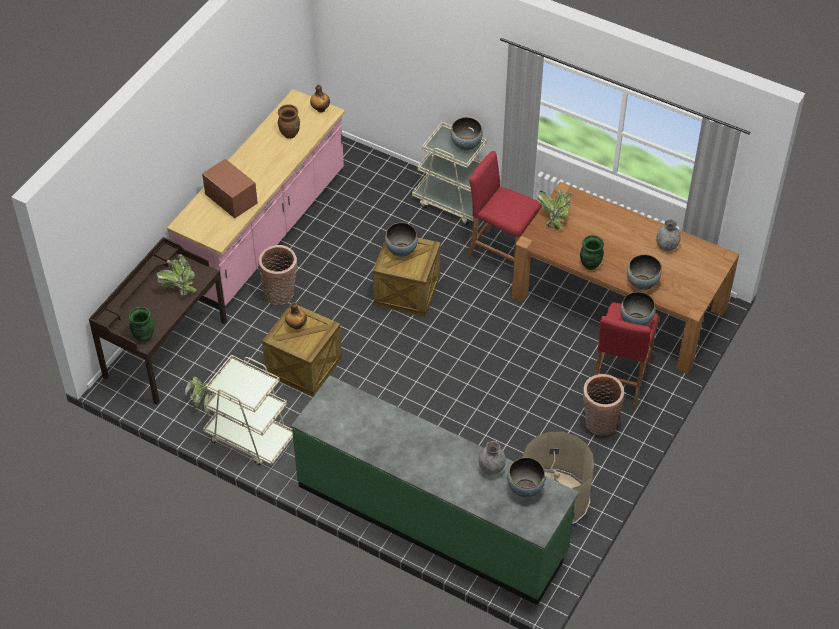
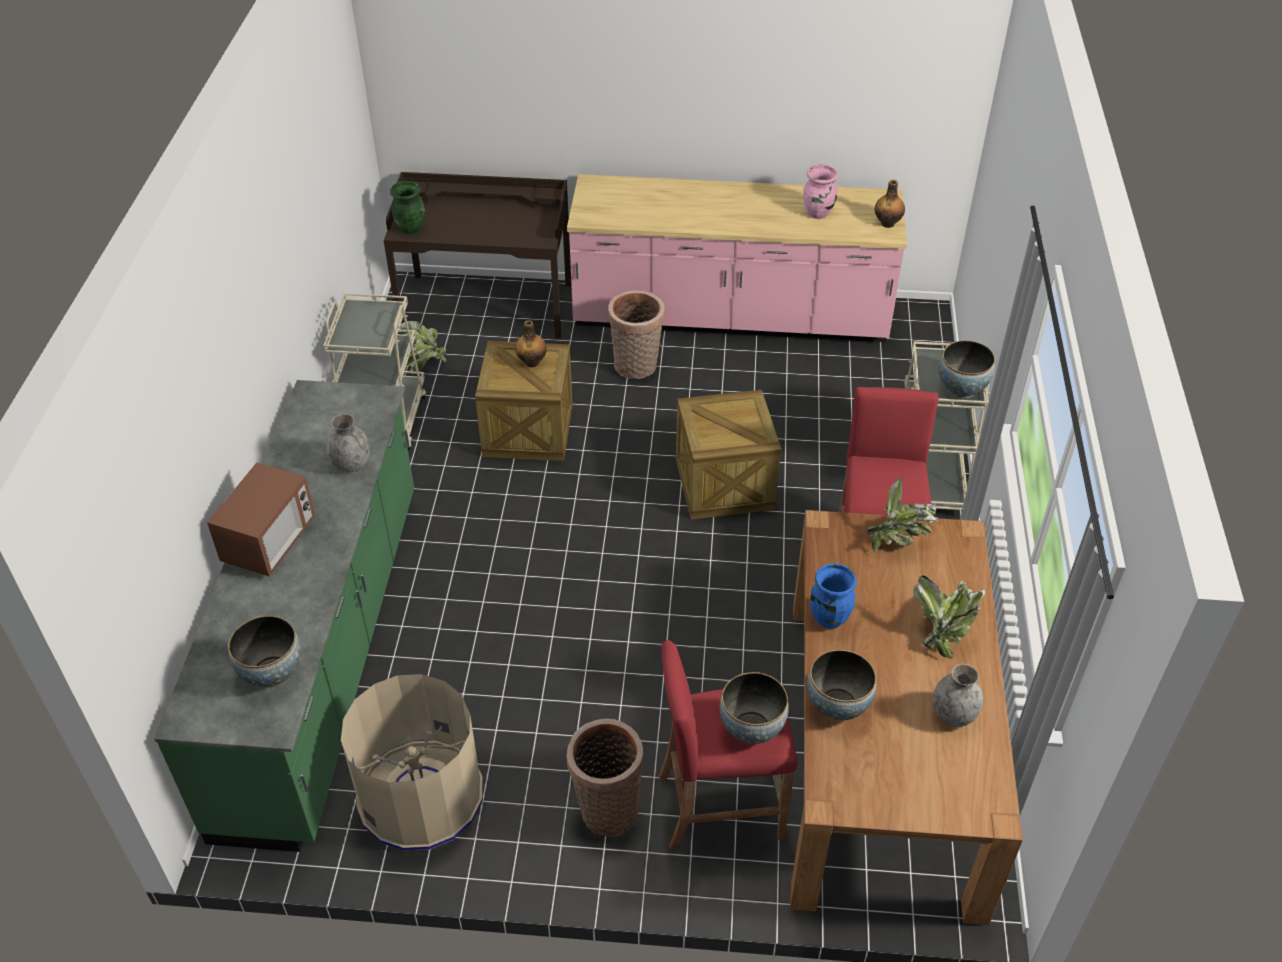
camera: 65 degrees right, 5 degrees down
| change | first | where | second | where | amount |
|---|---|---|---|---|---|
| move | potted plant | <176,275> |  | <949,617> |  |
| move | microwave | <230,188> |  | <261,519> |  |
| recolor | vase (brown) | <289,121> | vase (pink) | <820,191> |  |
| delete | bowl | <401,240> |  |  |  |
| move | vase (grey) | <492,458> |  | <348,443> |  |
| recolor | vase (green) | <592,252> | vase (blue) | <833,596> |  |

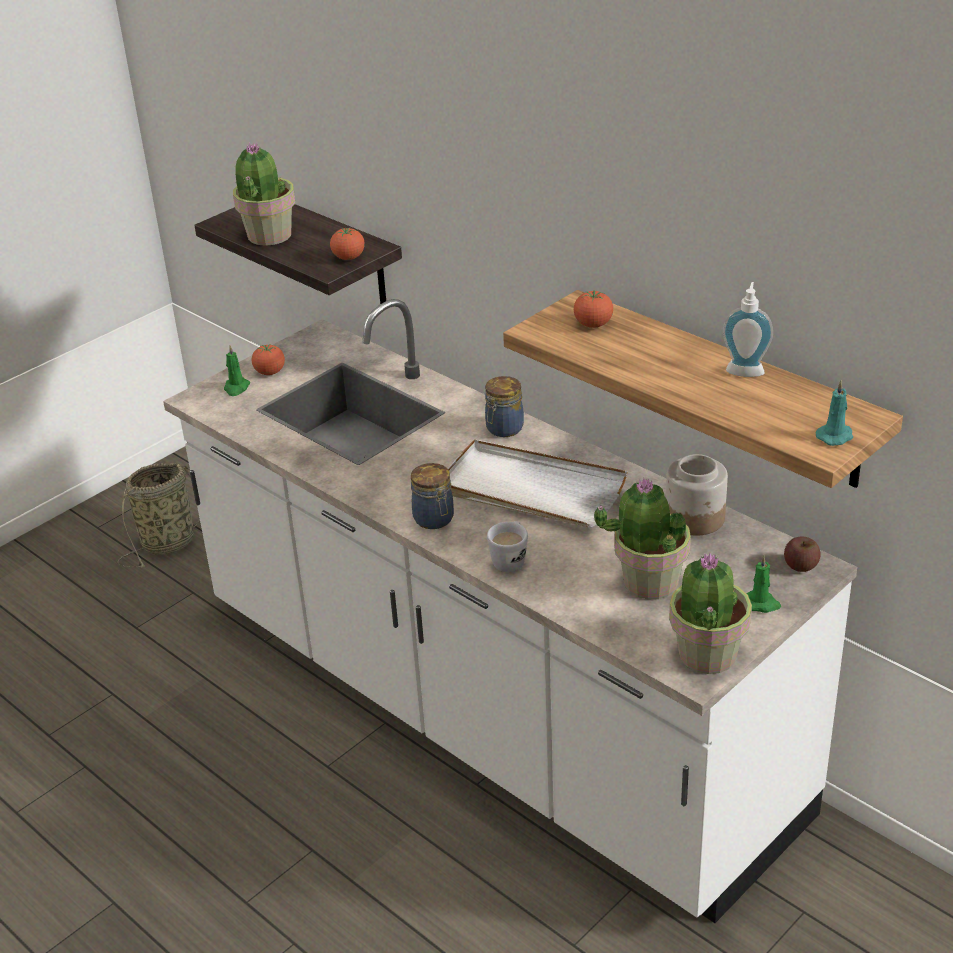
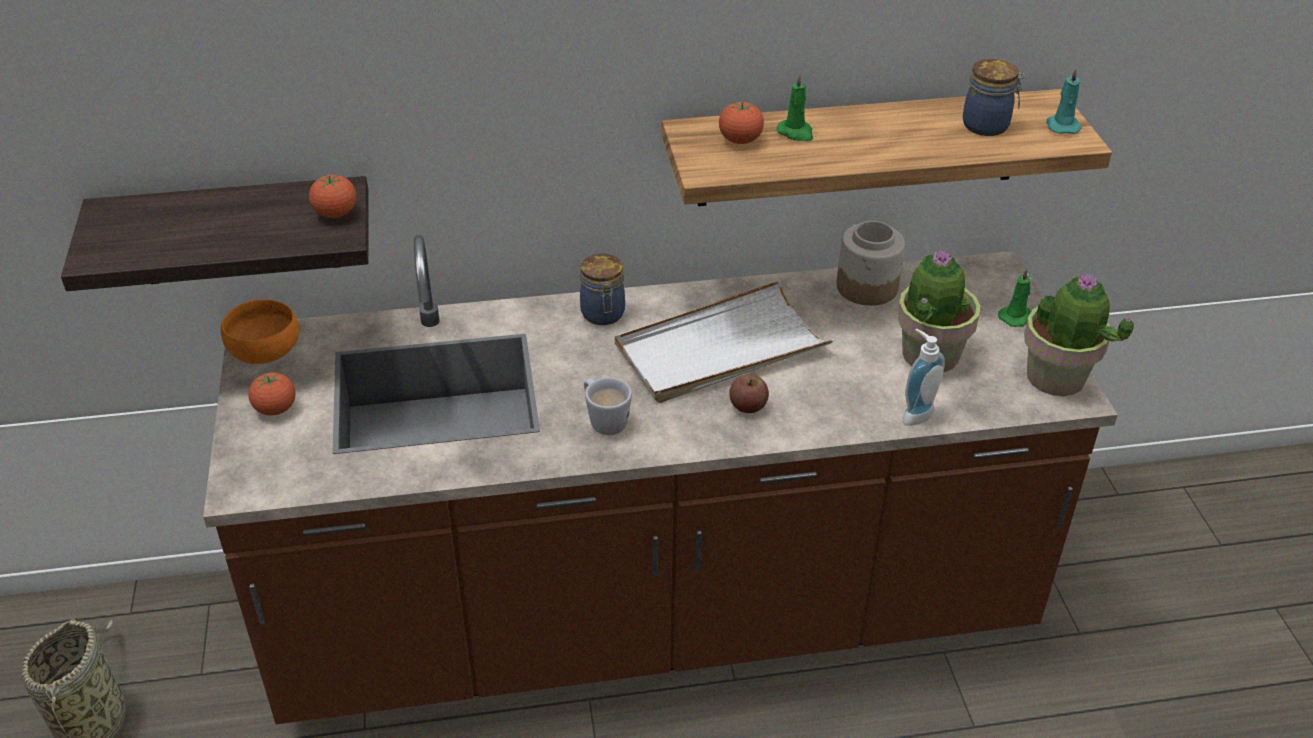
camera: 55 degrees left, 5 degrees up
| change | first | where | second | where | amount |
|---|---|---|---|---|---|
| recolor | counter (white) | <510,611> | counter (brown) | <660,479> |  |
| move | candle (green) | <237,370> |  | <794,107> |  |
| delete | potted plant | <264,194> |  |  |  |
| move | jar | <432,496> |  | <994,97> |  |
| move | mug (white) | <507,546> |  | <608,406> |  |
| move | soap dispenser | <748,329> |  | <923,377> |  |
| move | apple | <802,554> |  | <749,393> |  |
| insert |  |  | bowl (orange) | <260,331> |  |

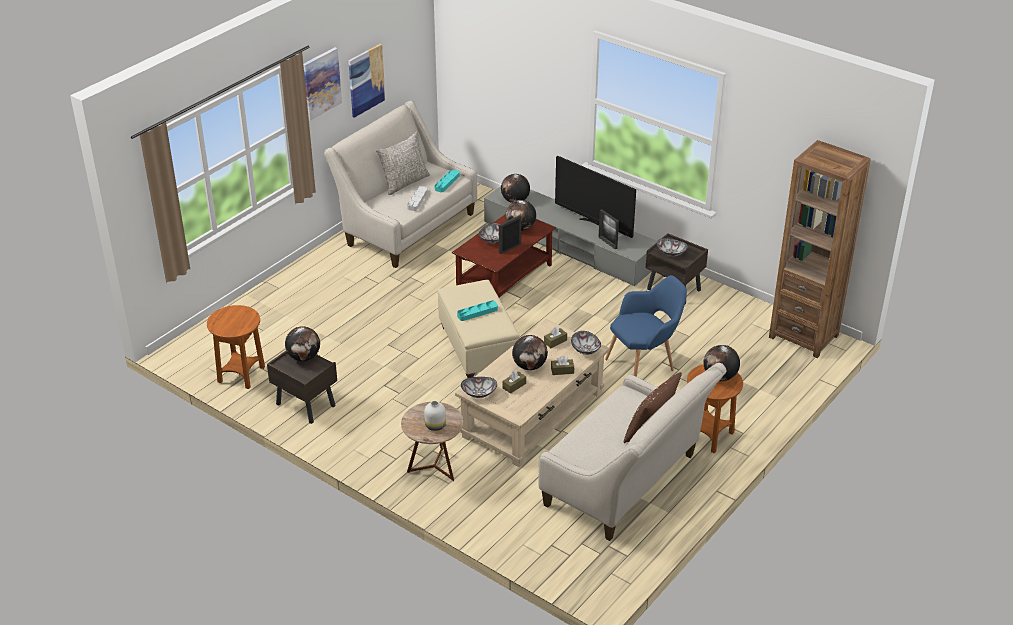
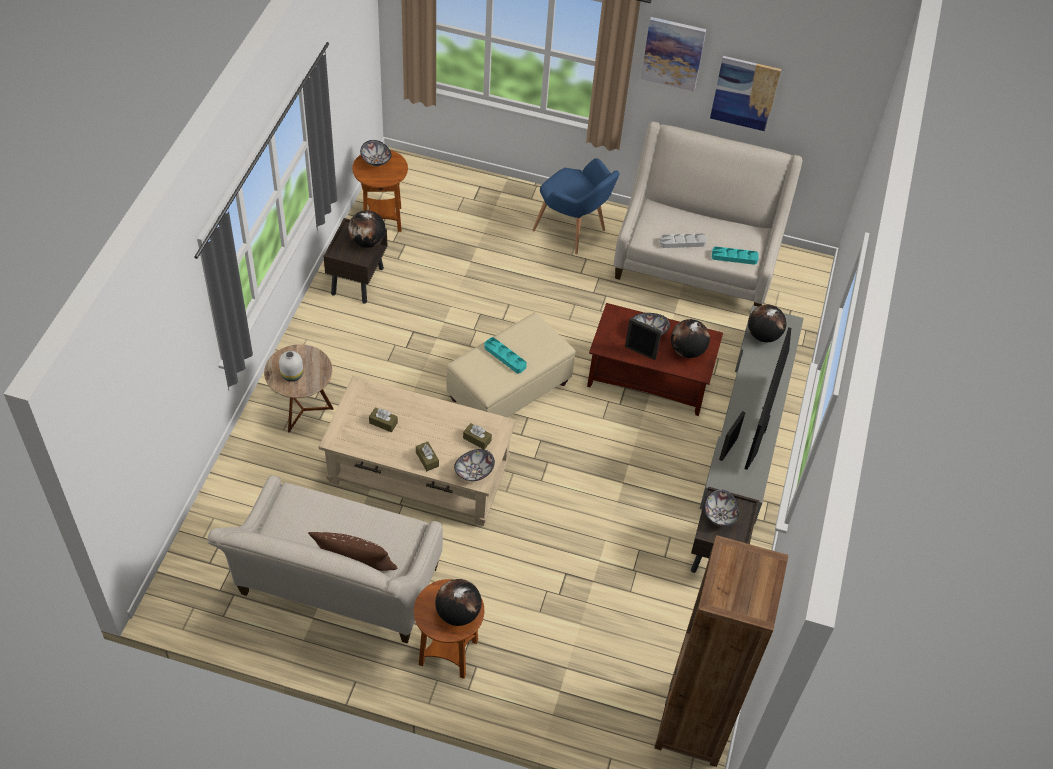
camera: 65 degrees right, 15 degrees up
| change | first | where | second | where | amount |
|---|---|---|---|---|---|
| delete | pillow (grey) | <403,163> |  |  |  |
| move | bowl | <479,387> |  | <375,153> |  |
| delete | globe | <530,352> |  |  |  |
| move | armchair (blue) | <646,326> |  | <576,206> |  |

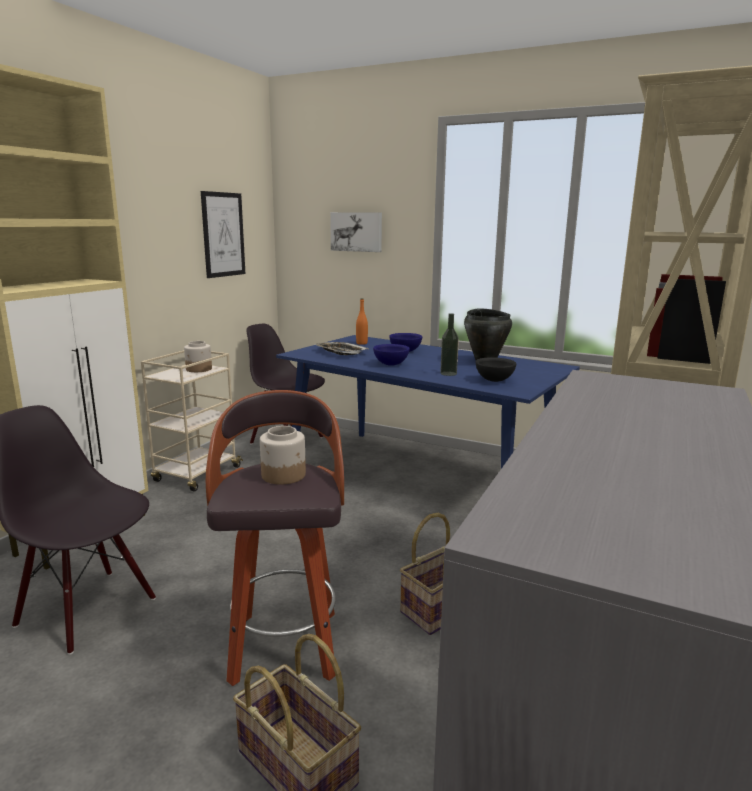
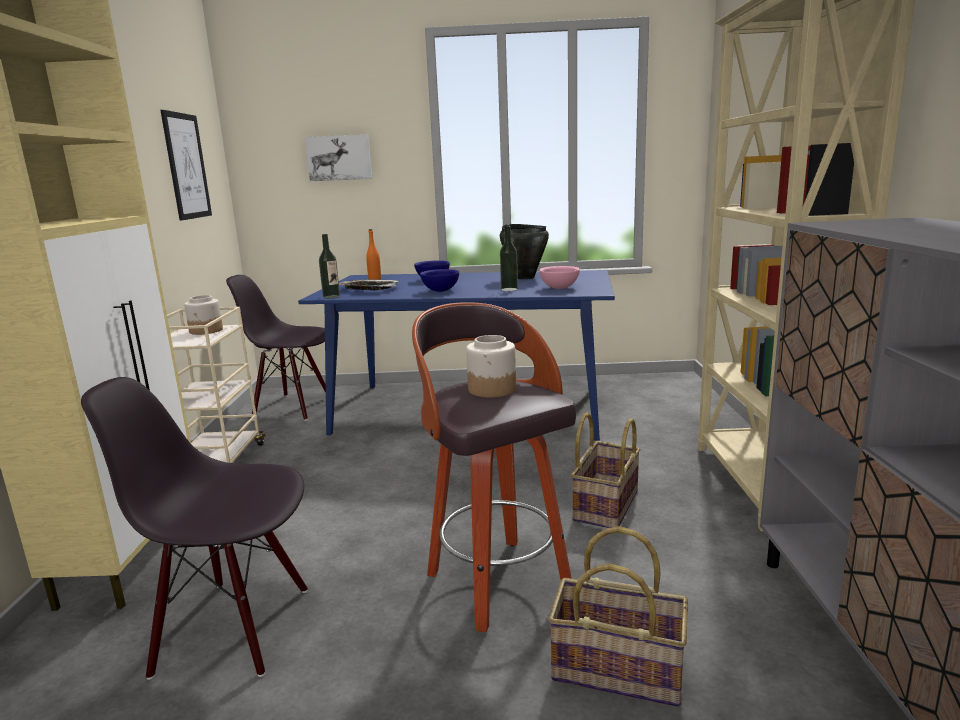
camera: 25 degrees left, 0 degrees up
| change | first | where | second | where | amount |
|---|---|---|---|---|---|
| recolor | bowl (black) | <496,369> | bowl (pink) | <559,277> |  |
| insert |  |  | bottle | <329,266> |  |

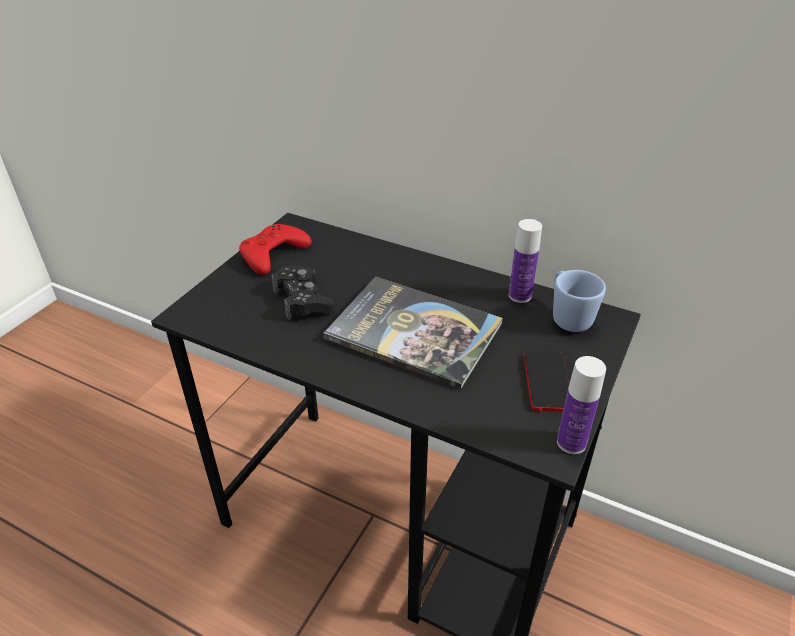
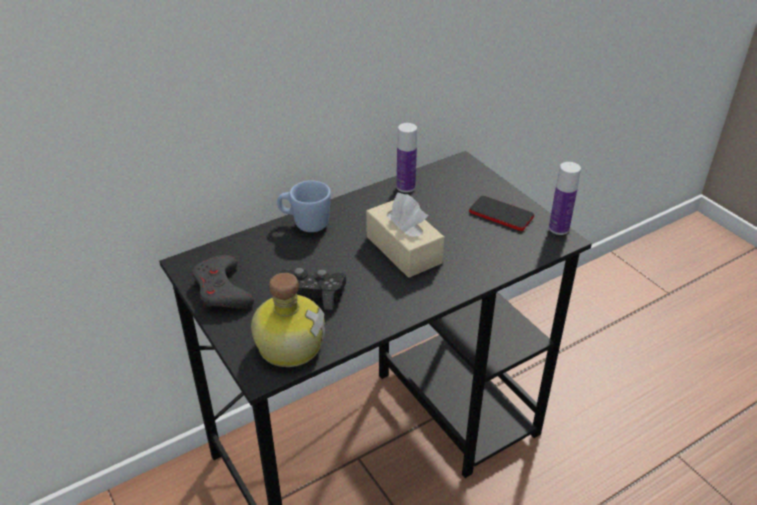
camera: 60 degrees left, 0 degrees up
| change | first | where | second | where | amount |
|---|---|---|---|---|---|
| recolor | game controller (red) | <275,249> | game controller (grey) | <223,282> |  |
| replace | book | <413,333> | tissue box (beige) | <405,235> |  |
| move | mug (blue) | <579,301> |  | <304,206> |  |
| insert |  |  | bottle | <288,320> |  |

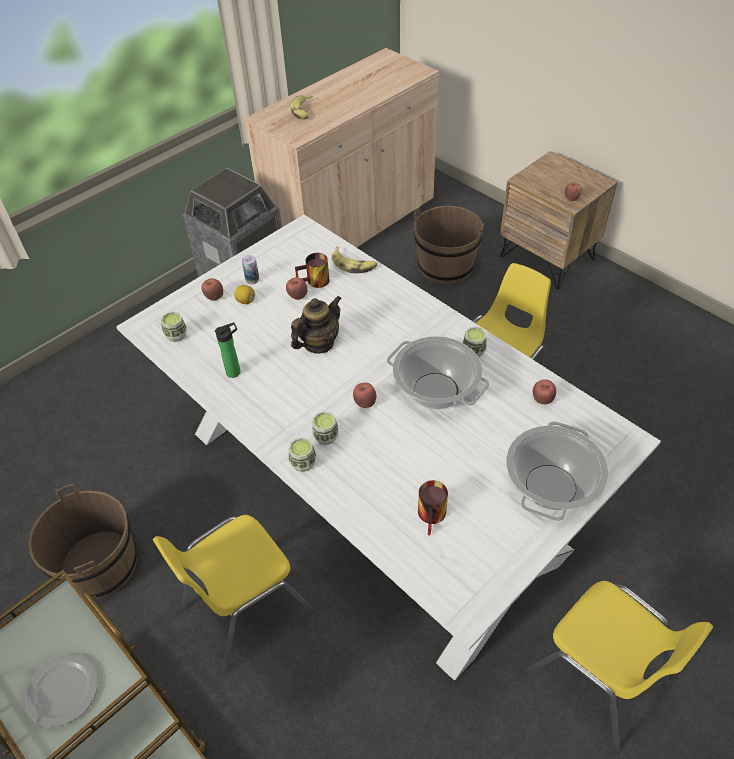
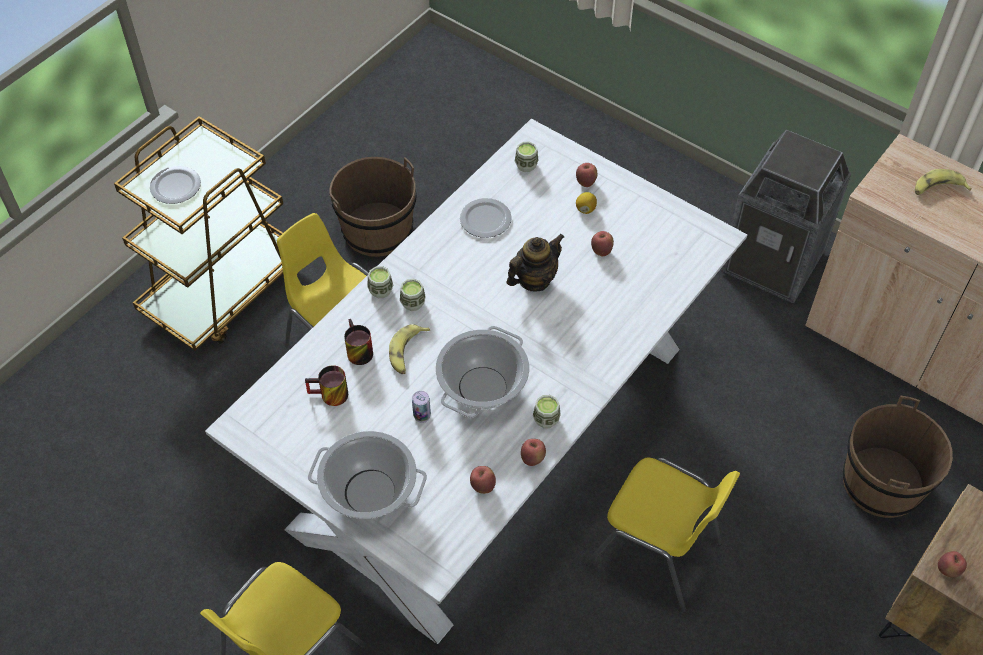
camera: 80 degrees right, 5 degrees up
| change | first | where | second | where | amount |
|---|---|---|---|---|---|
| replace | bottle | <228,350> | plate | <486,218> |  |
| move | can | <250,269> |  | <421,407> |  |
| rotate | teapot | <316,325> |  | <535,262> | 75 degrees counterclockwise |
| move | mug | <312,270> |  | <358,342> |  |
| move | banana | <354,260> |  | <409,349> |  |
| move | apple | <364,395> |  | <533,452> |  |

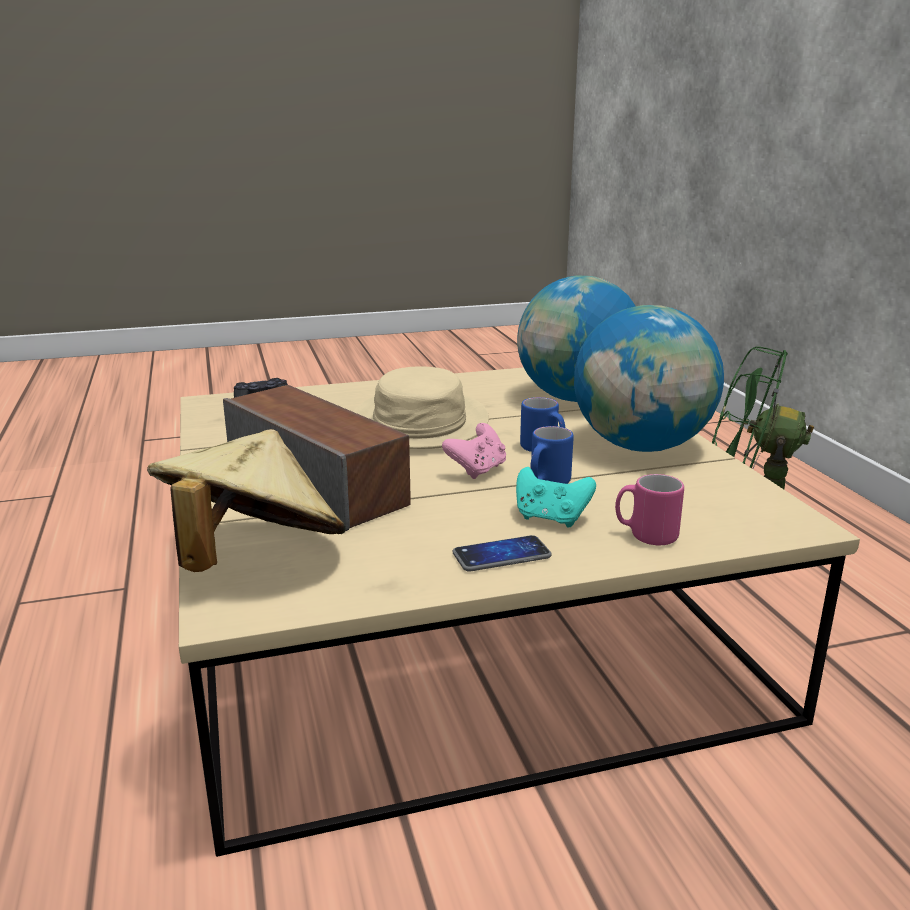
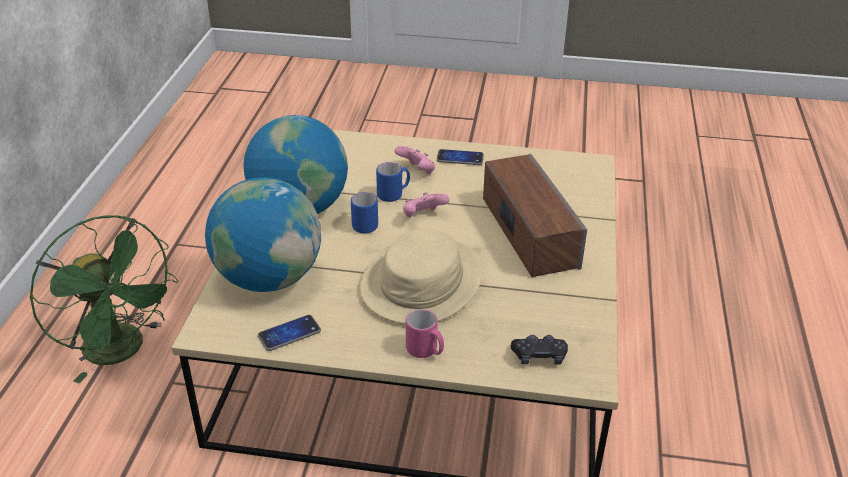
camera: 155 degrees left, 15 degrees up
| change | first | where | second | where | amount |
|---|---|---|---|---|---|
| delete | hat (beige) | <246,500> |  |  |  |
| recolor | game controller (turquoise) | <556,497> | game controller (pink) | <414,160> |  |
| move | mug (pink) | <649,509> |  | <425,333> |  |
| insert |  |  | phone | <289,333> |  |

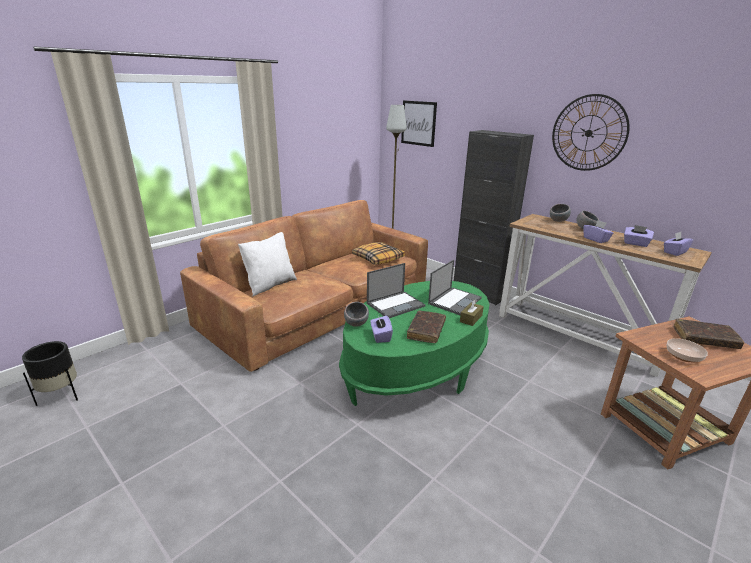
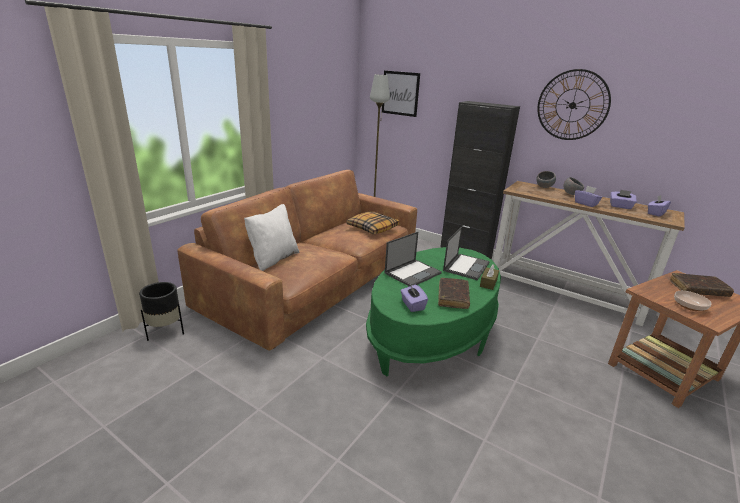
camera: 10 degrees left, 0 degrees up
| change | first | where | second | where | amount |
|---|---|---|---|---|---|
| move | planter (black) | <50,373> |  | <161,311> |  |
| delete | bowl (grey) | <356,314> |  |  |  |

